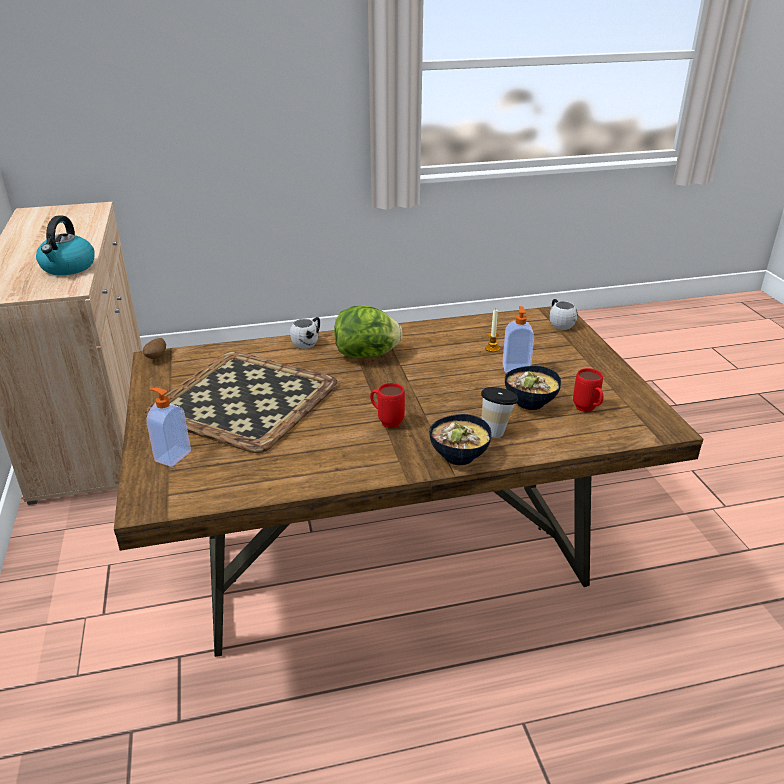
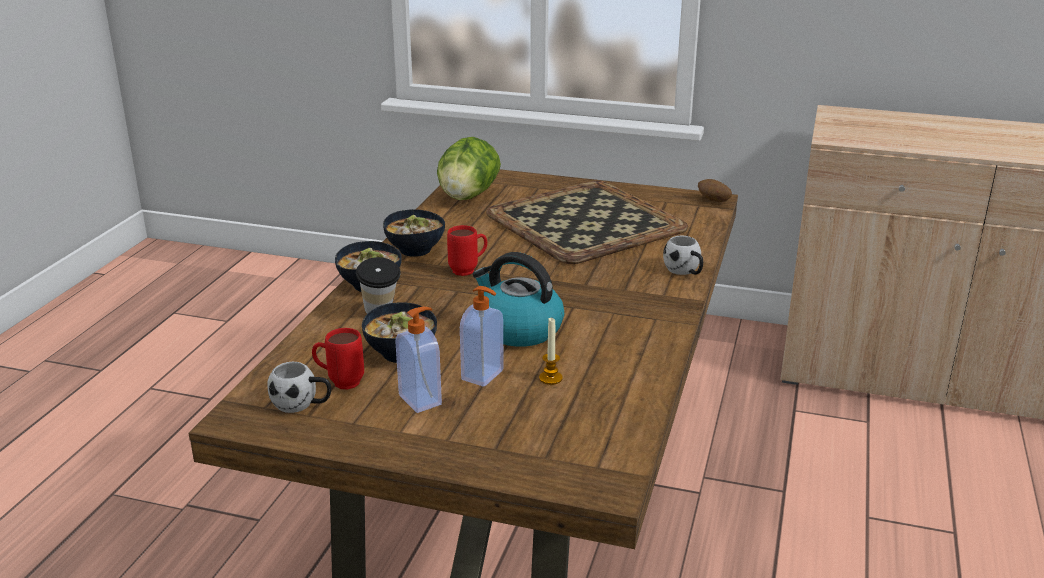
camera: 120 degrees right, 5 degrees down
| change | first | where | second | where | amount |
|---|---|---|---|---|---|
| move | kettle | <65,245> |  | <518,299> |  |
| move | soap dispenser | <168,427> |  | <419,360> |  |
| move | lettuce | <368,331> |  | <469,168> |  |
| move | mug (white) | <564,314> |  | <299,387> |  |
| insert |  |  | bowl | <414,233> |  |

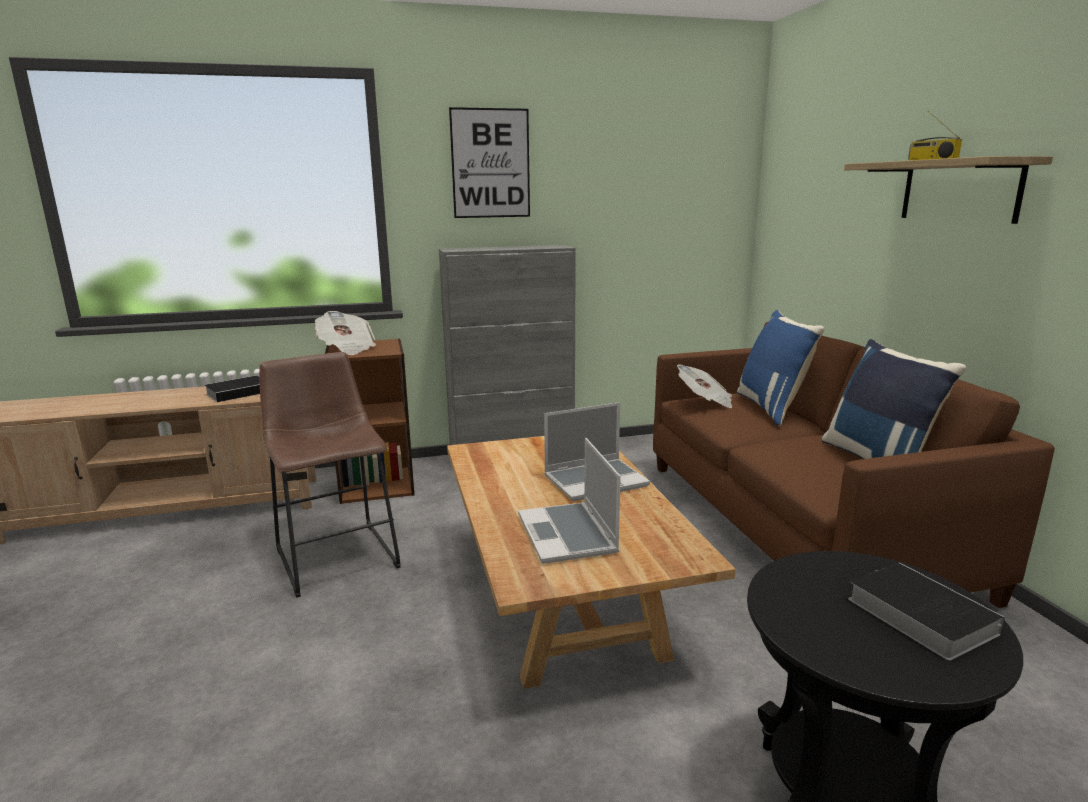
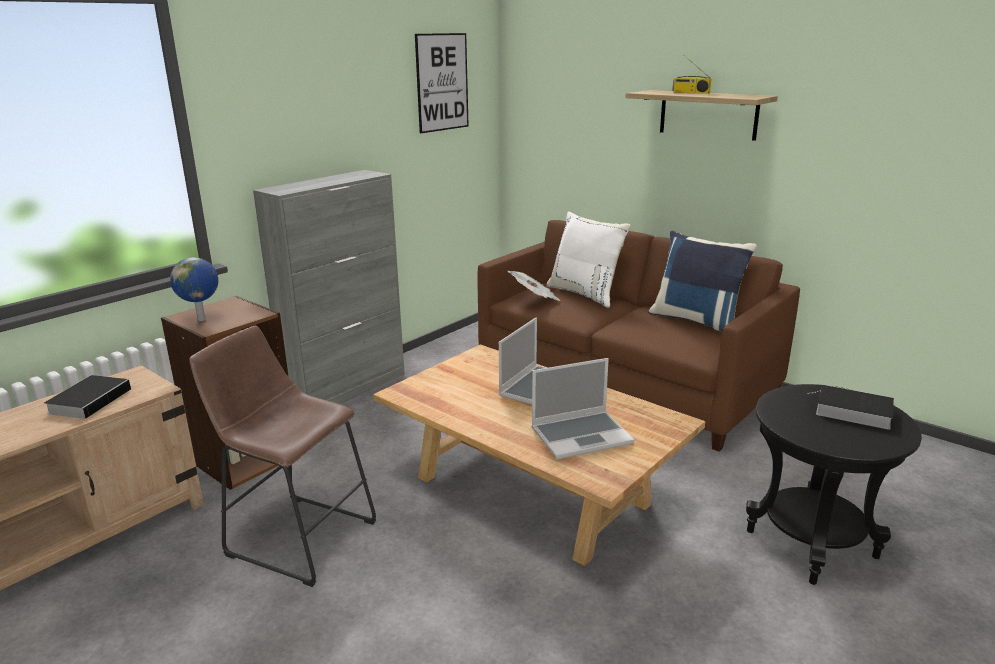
camera: 35 degrees left, 5 degrees up
| change | first | where | second | where | amount |
|---|---|---|---|---|---|
| replace | newspaper | <345,333> | globe | <194,289> |  |
| move | picture | <489,162> |  | <442,83> |  |
| rotate | laptop | <569,501> |  | <582,408> | 60 degrees counterclockwise |
| recolor | pillow (blue) | <780,368> | pillow (white) | <588,260> |  |

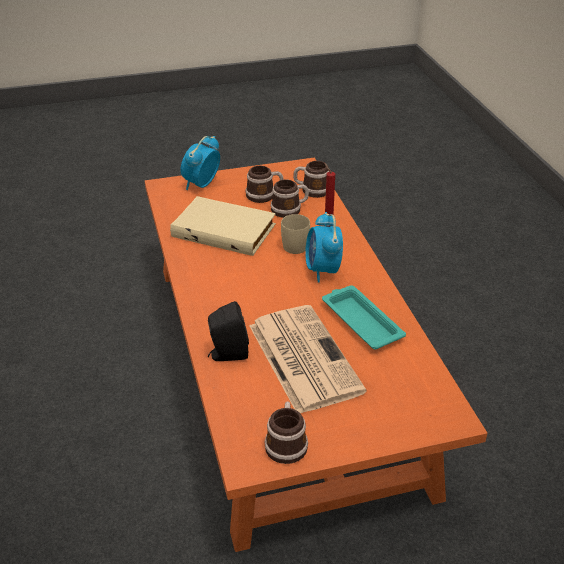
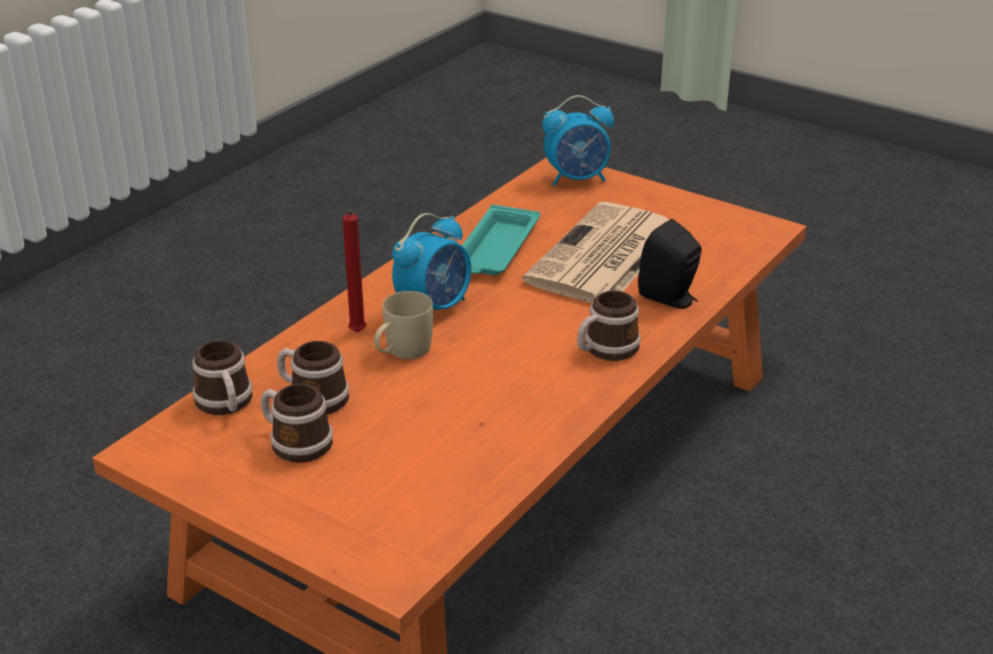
camera: 130 degrees left, 5 degrees down
| change | first | where | second | where | amount |
|---|---|---|---|---|---|
| delete | book (beige) | <223,226> |  |  |  |
| move | alarm clock | <200,163> |  | <578,141> |  |
| move | mug | <286,432> |  | <609,325> |  |

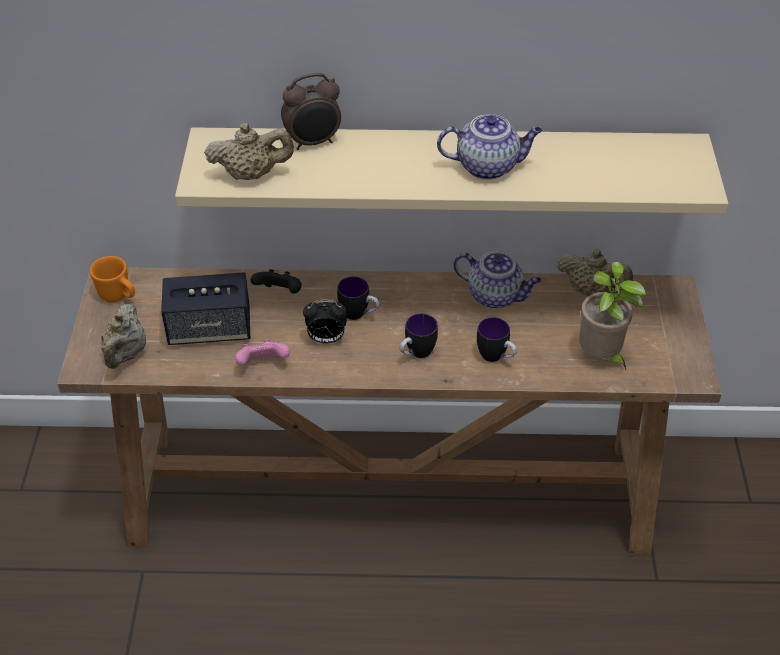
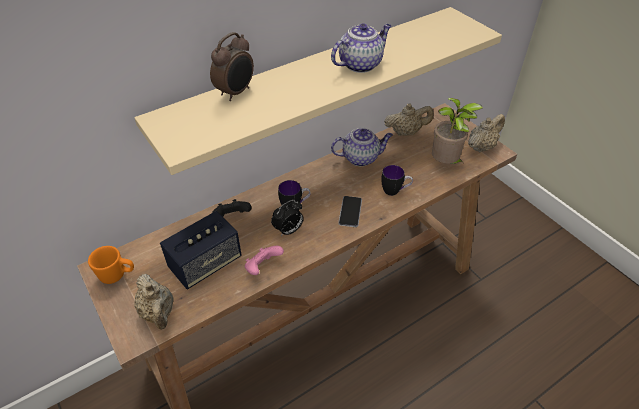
camera: 35 degrees left, 0 degrees up
| change | first | where | second | where | amount |
|---|---|---|---|---|---|
| move | teapot (beige) | <249,151> |  | <486,133> |  |
| replace | mug | <419,336> | phone | <350,211> |  |

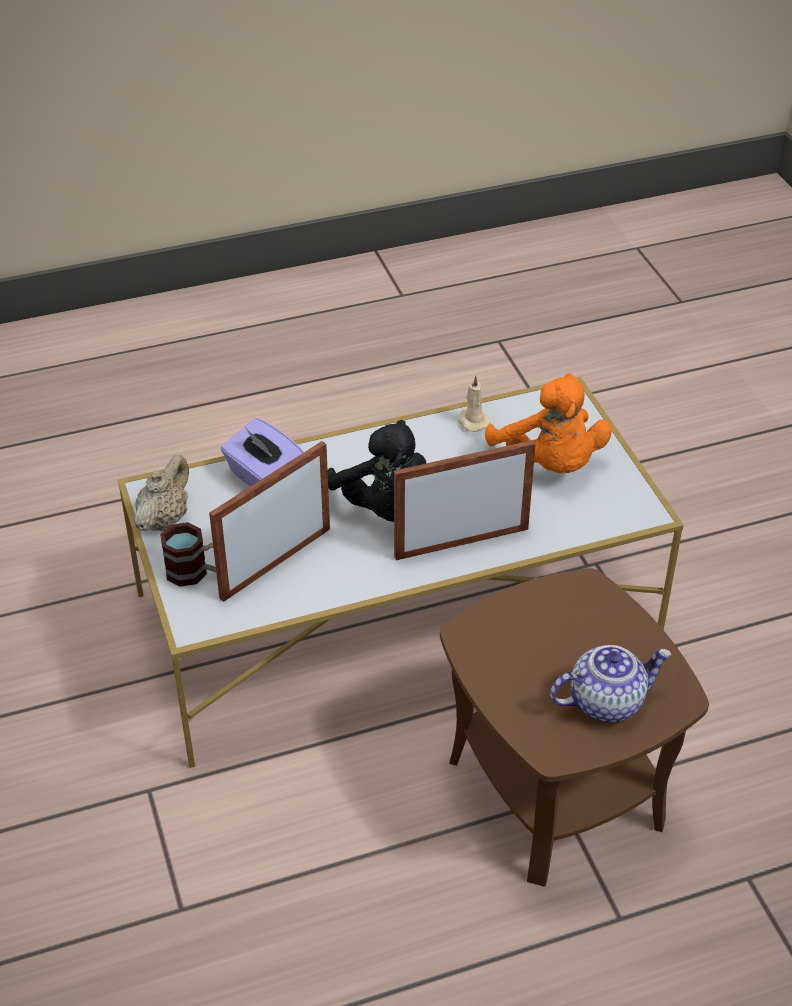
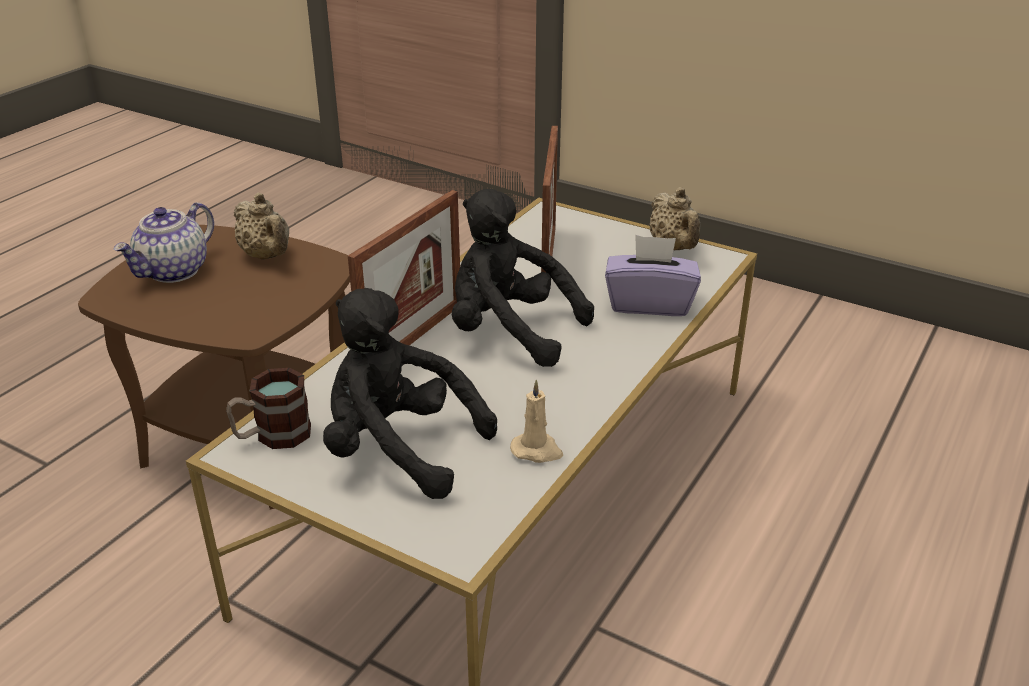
camera: 140 degrees right, 10 degrees down
| change | first | where | second | where | amount |
|---|---|---|---|---|---|
| move | mug | <188,554> |  | <268,408> |  |
| recolor | plush toy (orange) | <548,423> | plush toy (black) | <410,393> |  |
| insert |  |  | teapot (beige) | <261,226> |  |

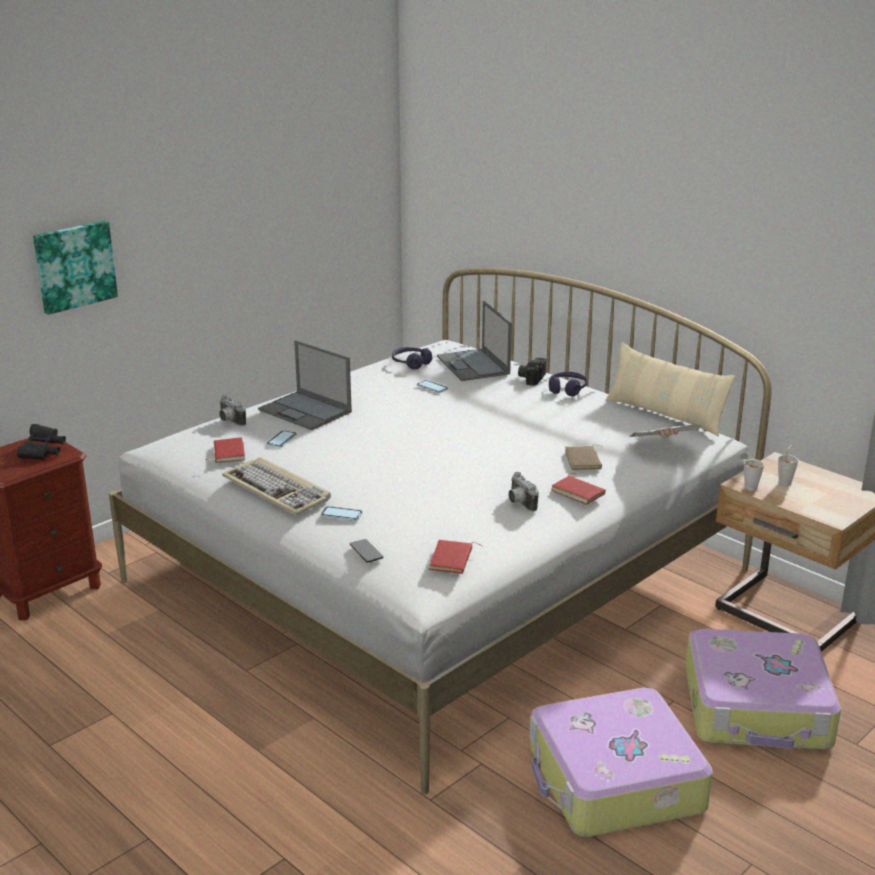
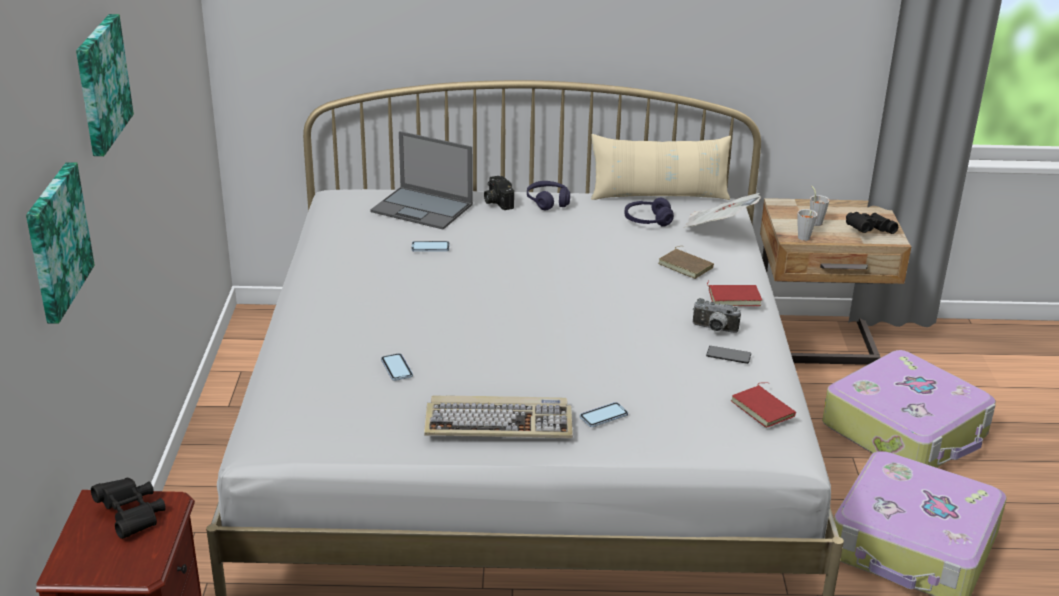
camera: 45 degrees left, 5 degrees up
| change | first | where | second | where | amount |
|---|---|---|---|---|---|
| delete | book (red) | <225,450> |  |  |  |
| delete | photo camera | <232,410> |  |  |  |
| delete | laptop | <305,385> |  |  |  |
| move | phone | <366,551> |  | <728,355> |  |
| move | headphones (purple) | <412,358> |  | <649,212> |  |
| insert |  |  | picture | <105,85> |  |
| insert |  |  | binoculars (black) | <872,223> |  |

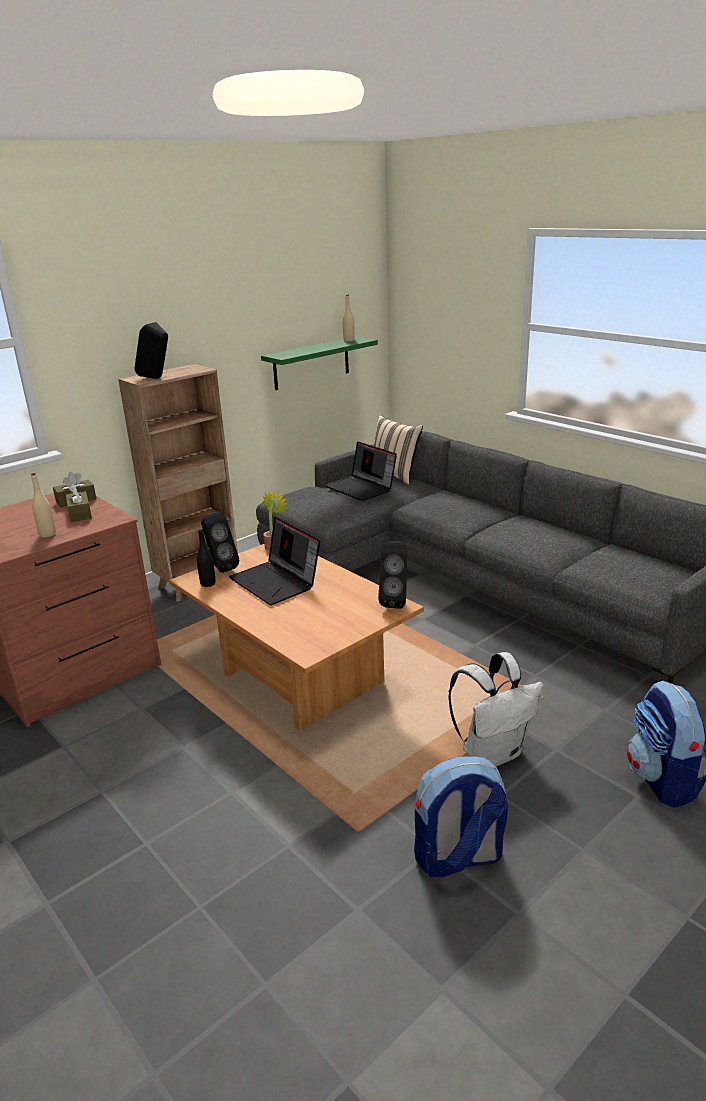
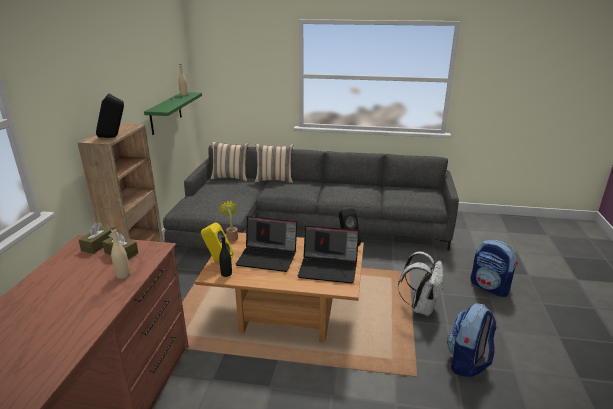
camera: 40 degrees left, 0 degrees up
| change | first | where | second | where | amount |
|---|---|---|---|---|---|
| recolor | speaker (black) | <220,542> | speaker (yellow) | <217,242> |  |
| move | laptop | <361,471> |  | <328,255> |  |
| insert |  |  | pillow (beige) | <274,163> |  |

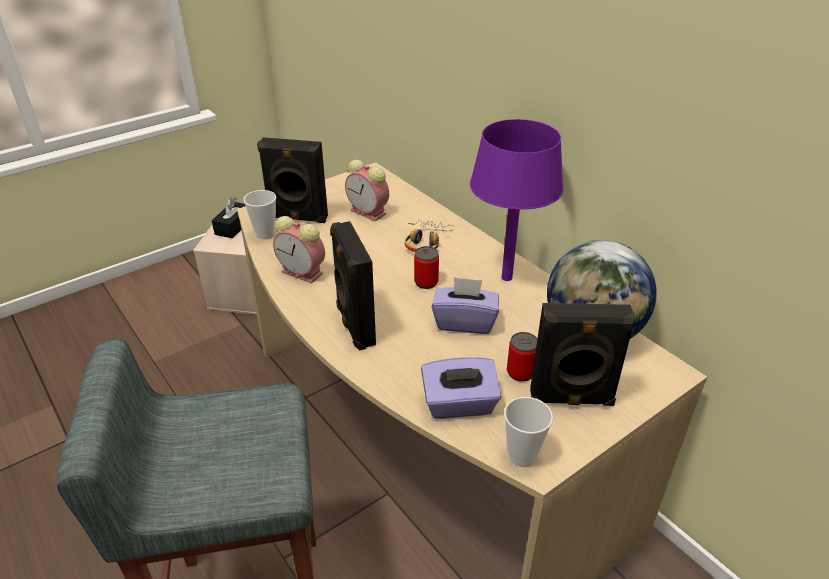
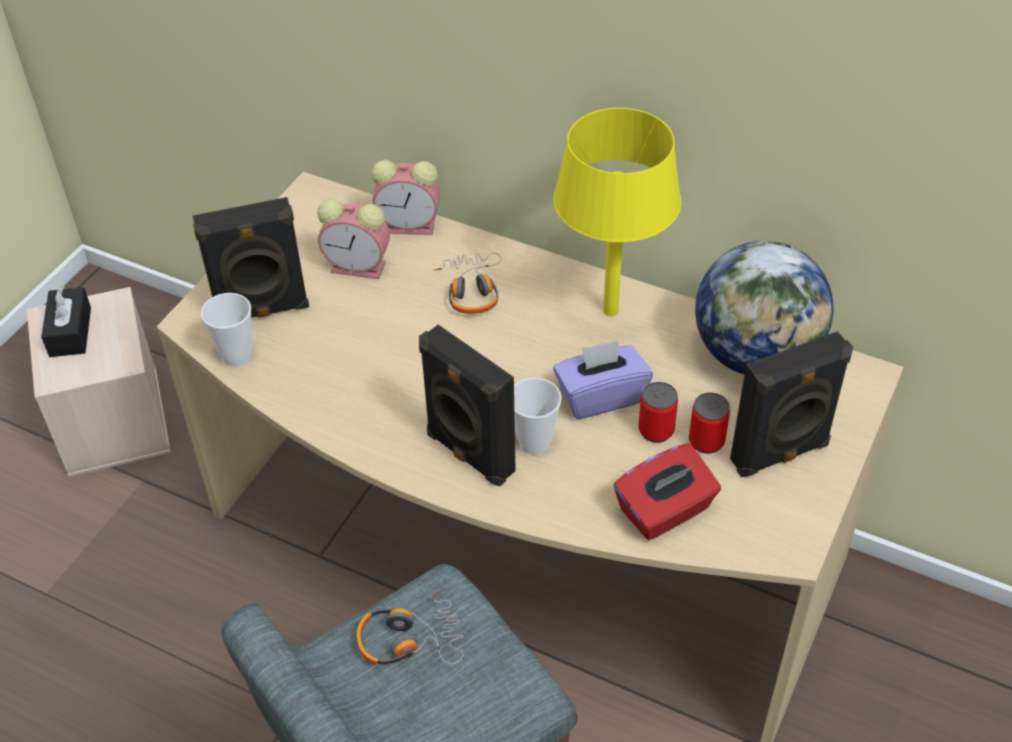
camera: 25 degrees left, 10 degrees up
| change | first | where | second | where | amount |
|---|---|---|---|---|---|
| move | alarm clock | <299,250> |  | <406,197> |  |
| move | can | <426,267> |  | <658,412> |  |
| recolor | tissue box (purple) | <461,388> | tissue box (red) | <667,491> |  |
| recolor | table lamp (purple) | <517,200> | table lamp (yellow) | <617,212> |  |
| move | cup | <528,432> |  | <538,416> |  |
| insert |  |  | headphones | <410,627> |  |

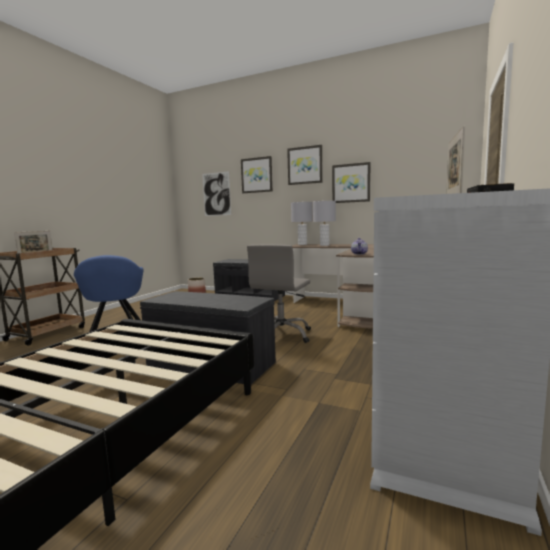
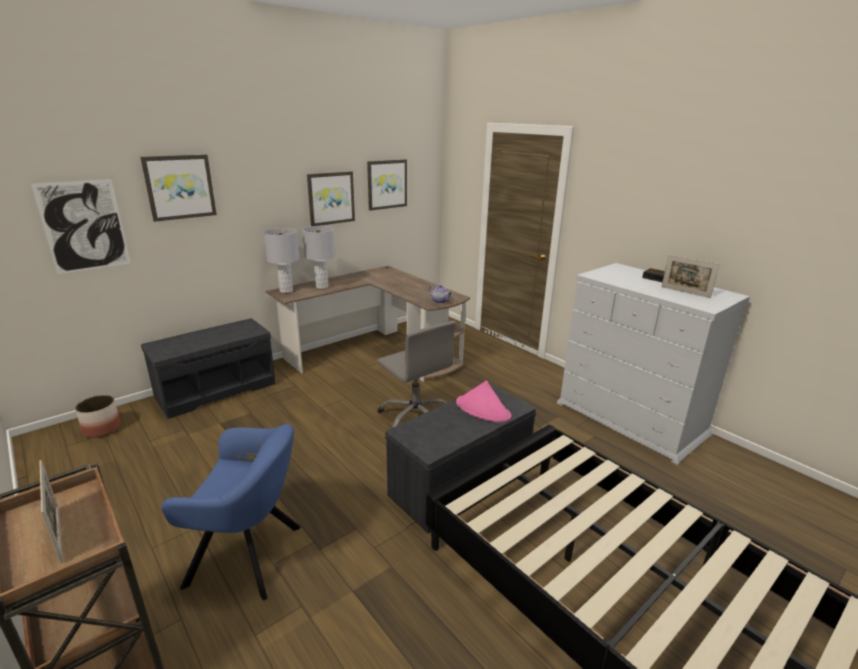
camera: 65 degrees left, 15 degrees up
| change | first | where | second | where | amount |
|---|---|---|---|---|---|
| move | picture | <305,165> |  | <387,185> |  |
| insert |  |  | hat (pink) | <483,401> |  |

